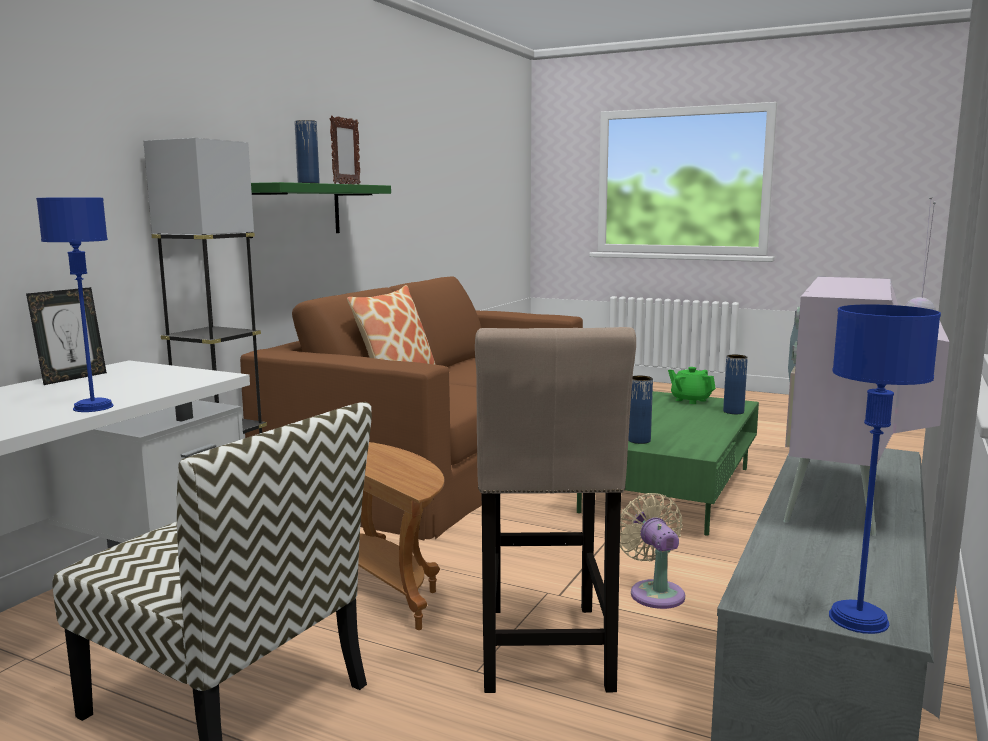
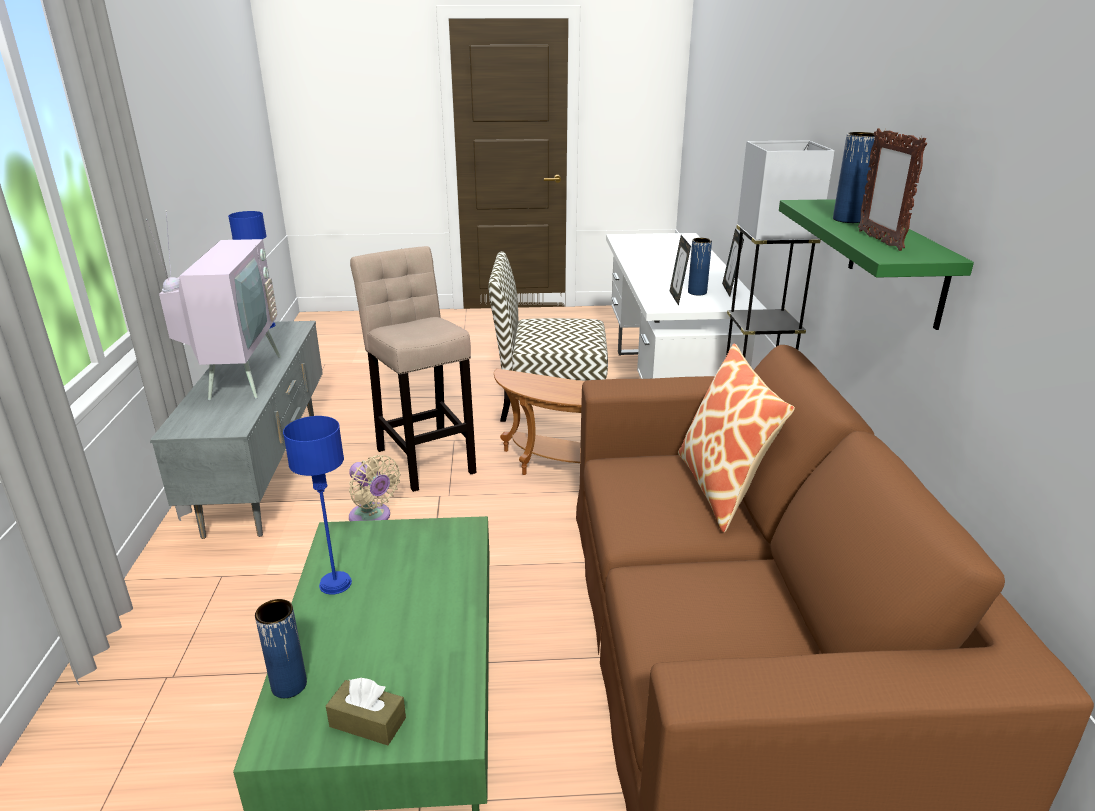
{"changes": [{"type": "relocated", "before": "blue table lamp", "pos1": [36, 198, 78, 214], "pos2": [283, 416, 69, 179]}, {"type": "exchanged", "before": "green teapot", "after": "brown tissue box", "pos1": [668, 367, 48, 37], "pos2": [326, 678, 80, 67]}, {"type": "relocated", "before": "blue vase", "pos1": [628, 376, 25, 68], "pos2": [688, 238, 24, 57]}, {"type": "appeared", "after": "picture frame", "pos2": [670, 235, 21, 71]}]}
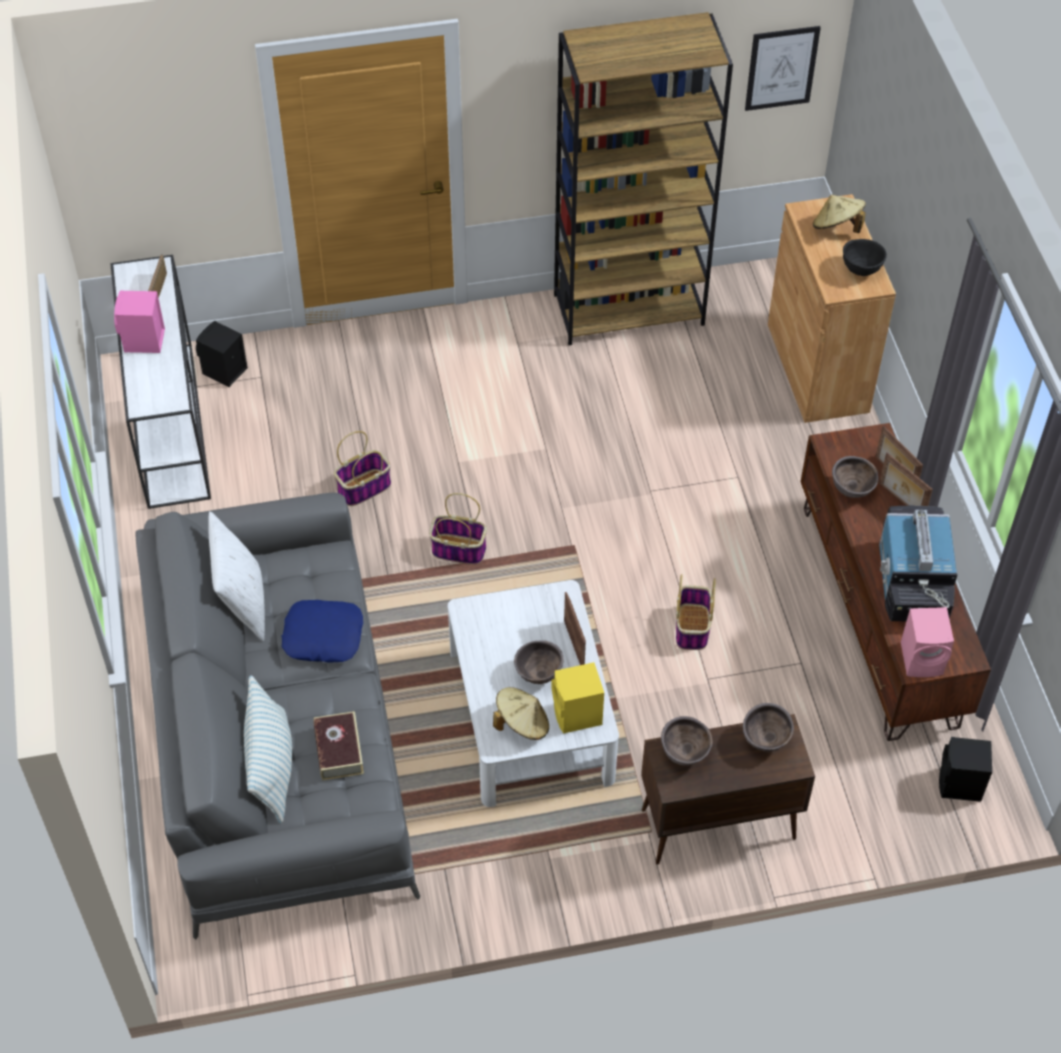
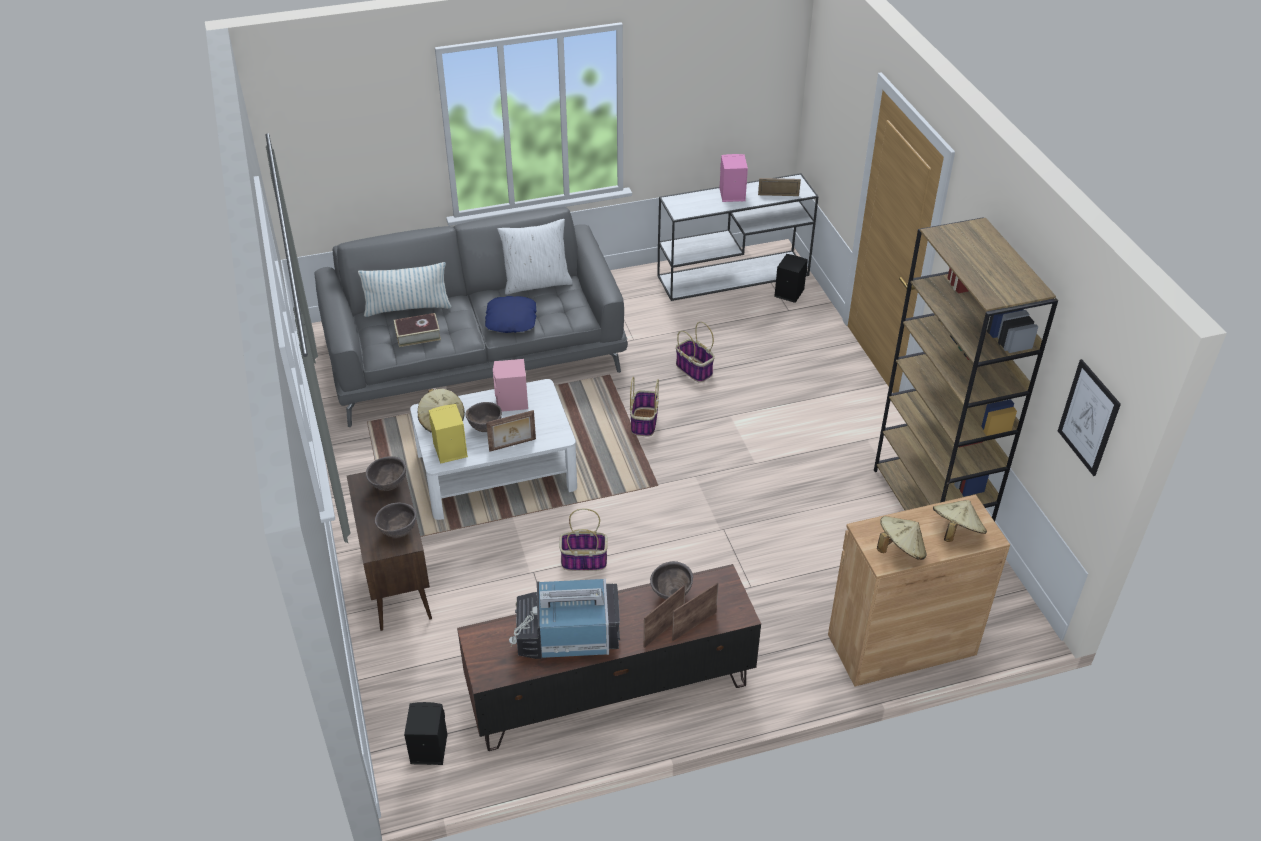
{"changes": [{"type": "exchanged", "before": "black bowl", "after": "beige hat", "pos1": [843, 239, 44, 37], "pos2": [877, 516, 50, 44]}, {"type": "relocated", "before": "pink speaker", "pos1": [901, 607, 53, 70], "pos2": [493, 359, 35, 53]}]}
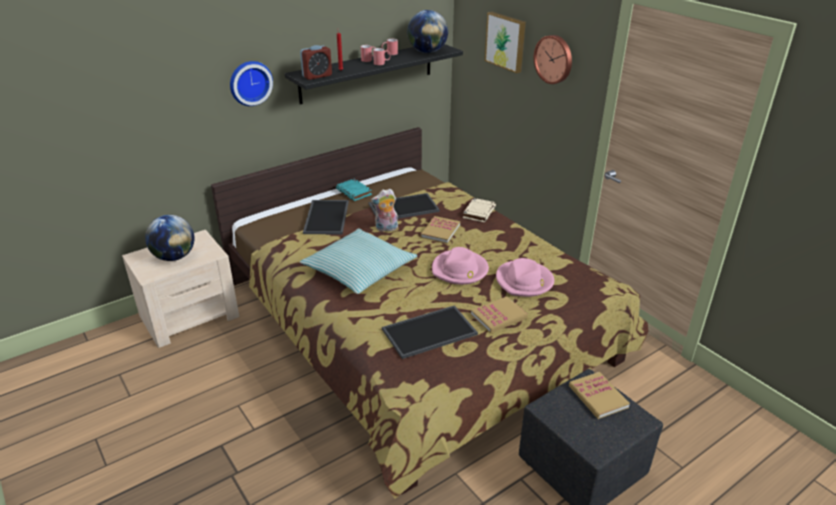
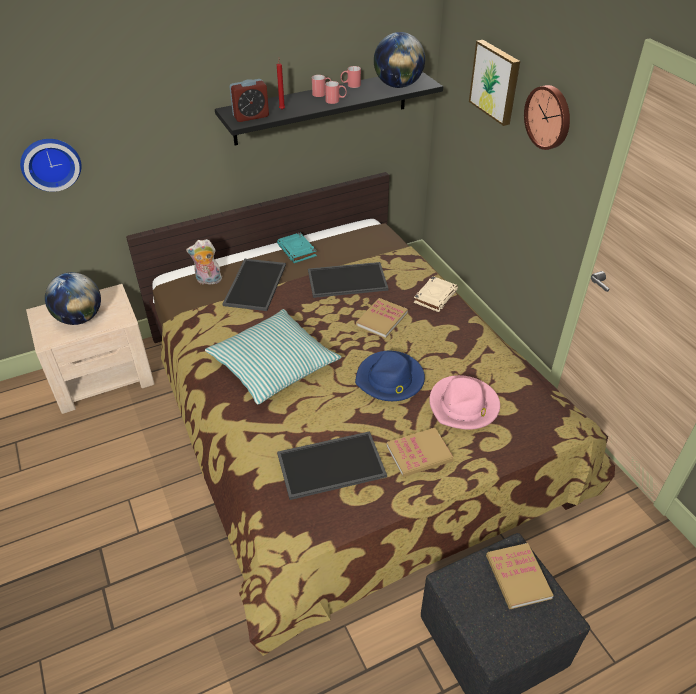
{"changes": [{"type": "relocated", "before": "wall clock", "pos1": [230, 61, 43, 45], "pos2": [20, 139, 61, 53]}, {"type": "relocated", "before": "plush toy", "pos1": [371, 189, 27, 43], "pos2": [186, 239, 36, 45]}, {"type": "colour", "before": "pink hat", "after": "blue hat", "pos1": [432, 247, 57, 38], "pos2": [355, 351, 70, 50]}]}
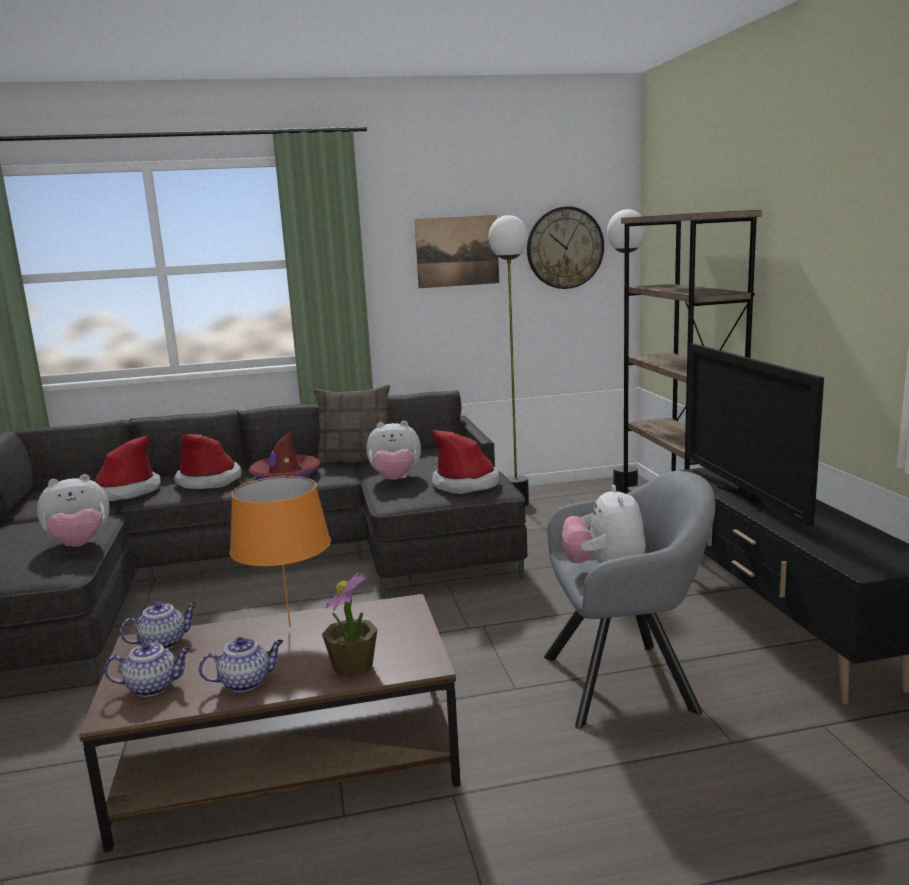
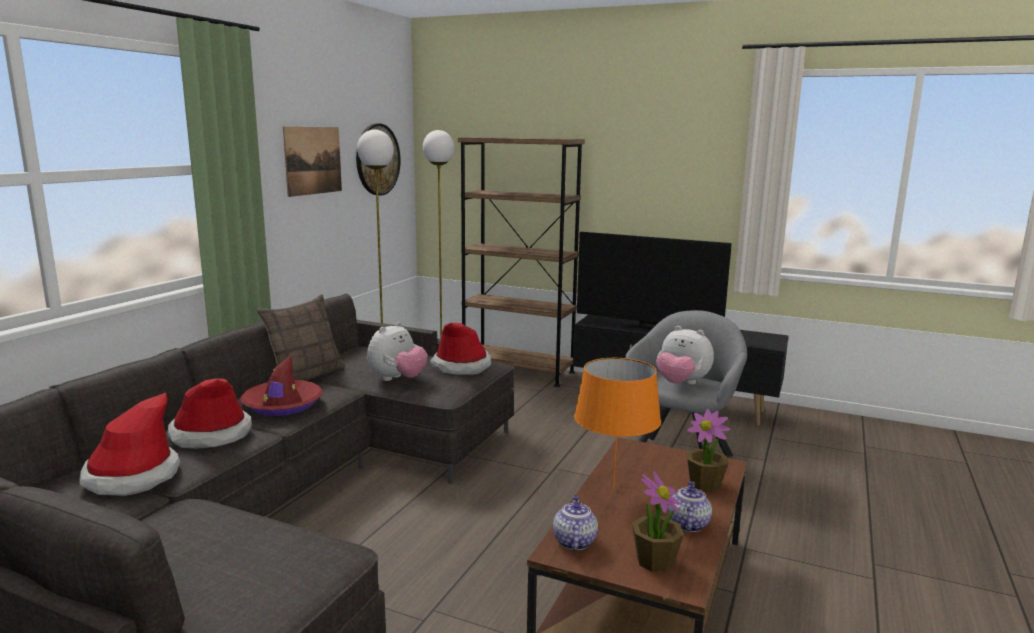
{"changes": [{"type": "missing", "before": "plush toy", "pos1": [37, 474, 73, 73]}, {"type": "exchanged", "before": "teapot", "after": "potted plant", "pos1": [104, 642, 87, 55], "pos2": [632, 471, 52, 101]}]}
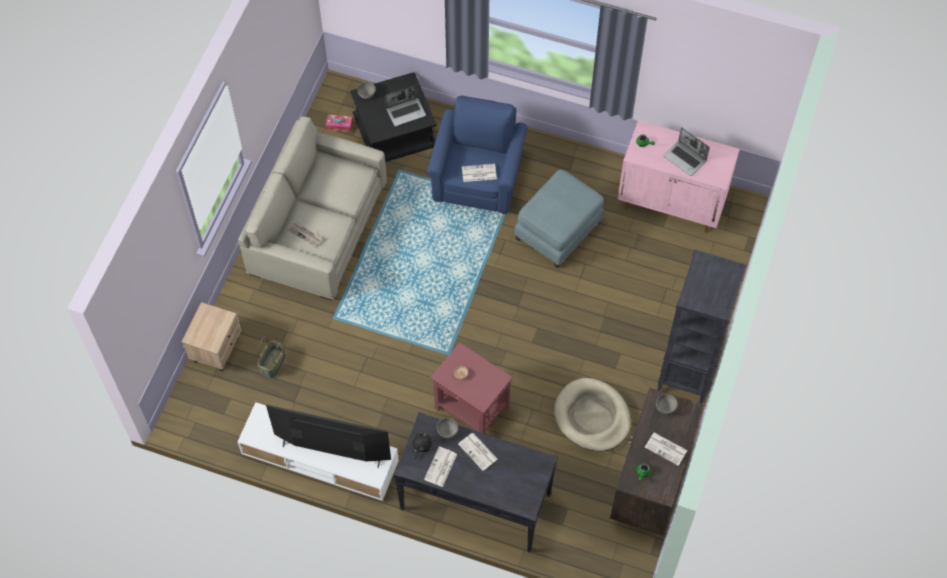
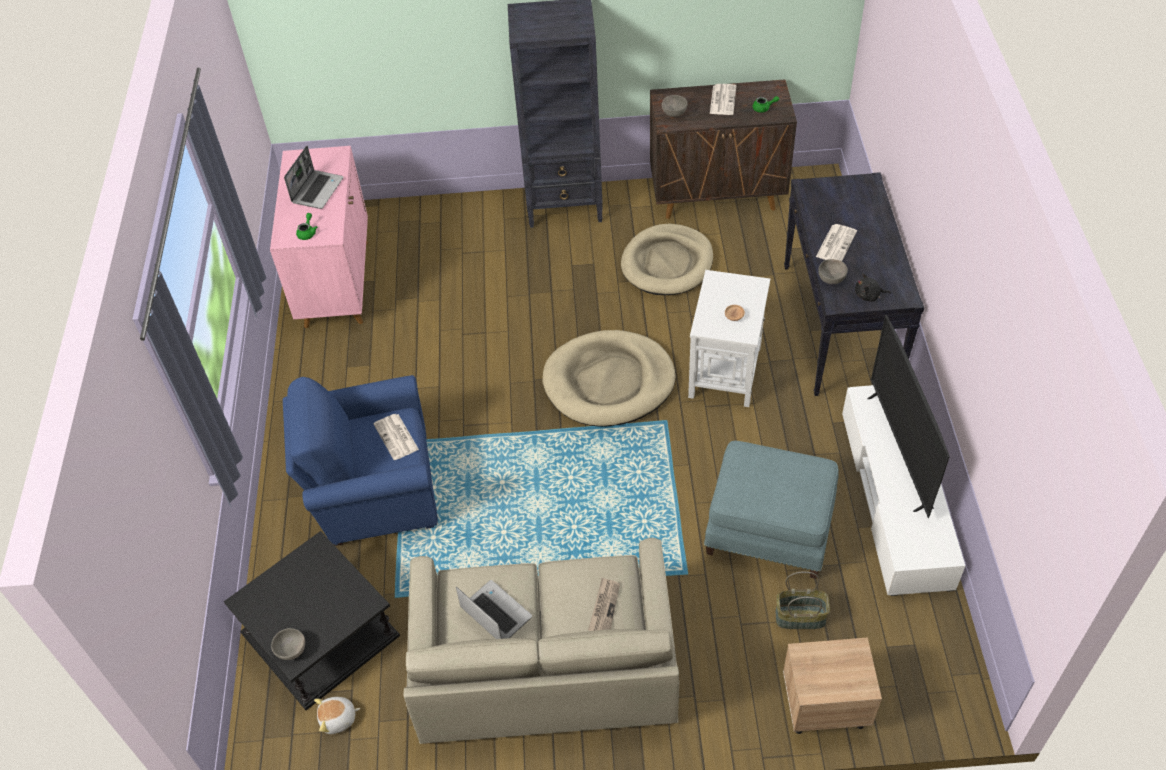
{"changes": [{"type": "relocated", "before": "laptop", "pos1": [385, 85, 41, 41], "pos2": [456, 580, 76, 59]}, {"type": "exchanged", "before": "tissue box", "after": "plush toy", "pos1": [326, 114, 27, 18], "pos2": [314, 697, 46, 37]}, {"type": "relocated", "before": "blue ottoman", "pos1": [514, 170, 90, 99], "pos2": [704, 441, 135, 138]}, {"type": "colour", "before": "red side table", "after": "white side table", "pos1": [431, 342, 82, 92], "pos2": [688, 270, 82, 137]}, {"type": "missing", "before": "newspaper", "pos1": [424, 447, 33, 40]}, {"type": "appeared", "after": "beige dog bed", "pos2": [543, 330, 133, 97]}]}
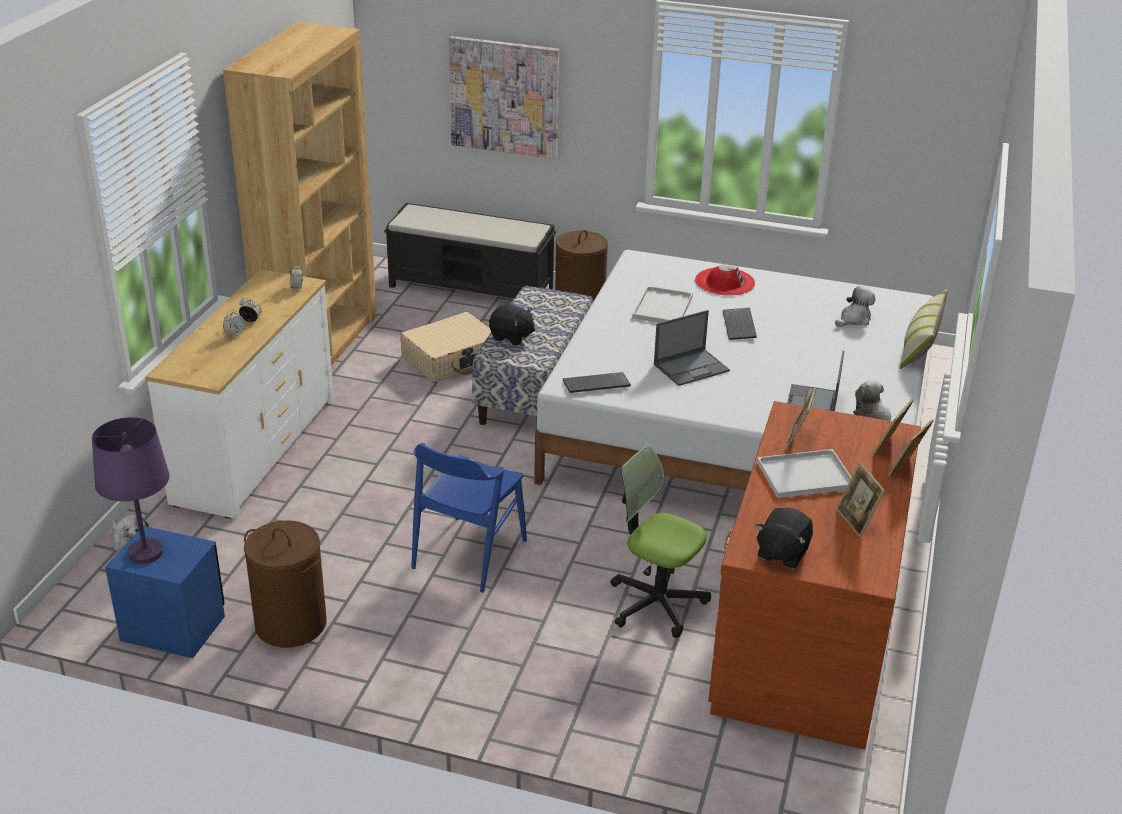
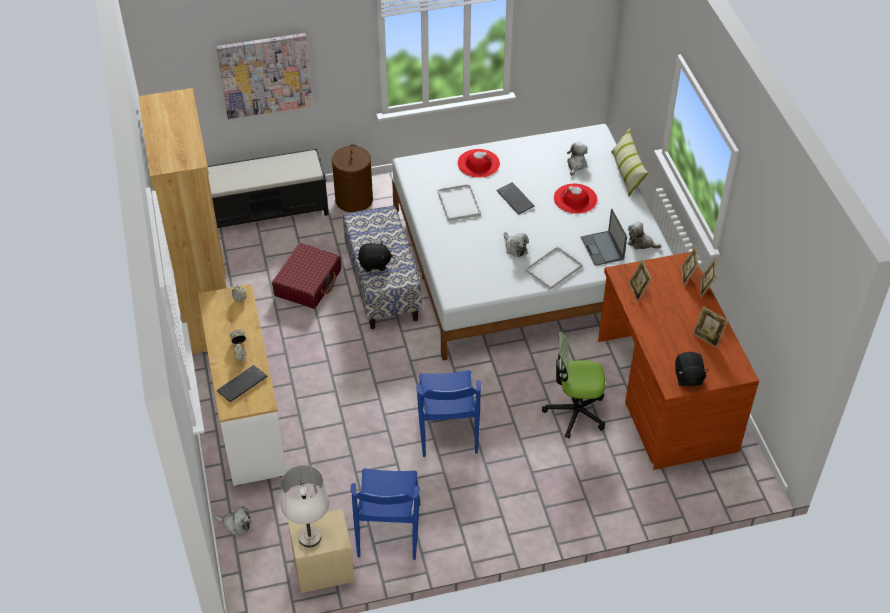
{"changes": [{"type": "exchanged", "before": "laptop", "after": "plush toy", "pos1": [654, 310, 76, 76], "pos2": [504, 232, 25, 25]}, {"type": "colour", "before": "beige suitcase", "after": "red suitcase", "pos1": [400, 312, 91, 71], "pos2": [272, 243, 69, 66]}, {"type": "relocated", "before": "keyboard", "pos1": [563, 372, 68, 21], "pos2": [217, 365, 50, 37]}, {"type": "colour", "before": "purple table lamp", "after": "white table lamp", "pos1": [92, 417, 78, 147], "pos2": [281, 465, 48, 82]}, {"type": "relocated", "before": "white tray", "pos1": [757, 449, 95, 49], "pos2": [525, 246, 58, 44]}, {"type": "exchanged", "before": "brown laundry basket", "after": "blue chair", "pos1": [244, 521, 83, 127], "pos2": [350, 468, 70, 92]}, {"type": "colour", "before": "blue nightstand", "after": "beige nightstand", "pos1": [105, 526, 120, 132], "pos2": [288, 509, 67, 84]}, {"type": "appeared", "after": "red hat", "pos2": [554, 184, 43, 30]}]}
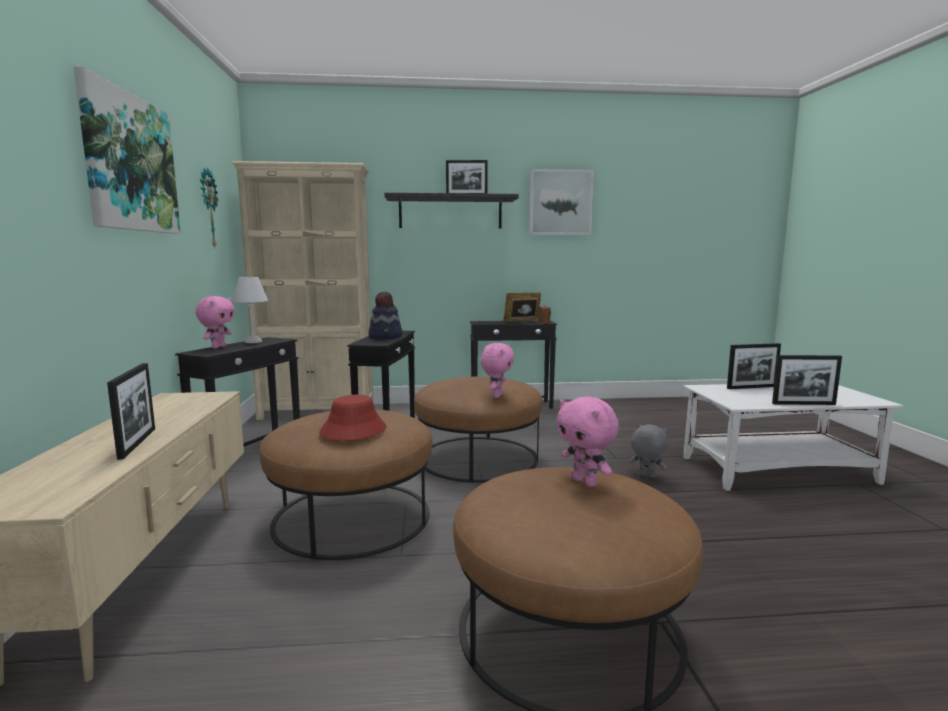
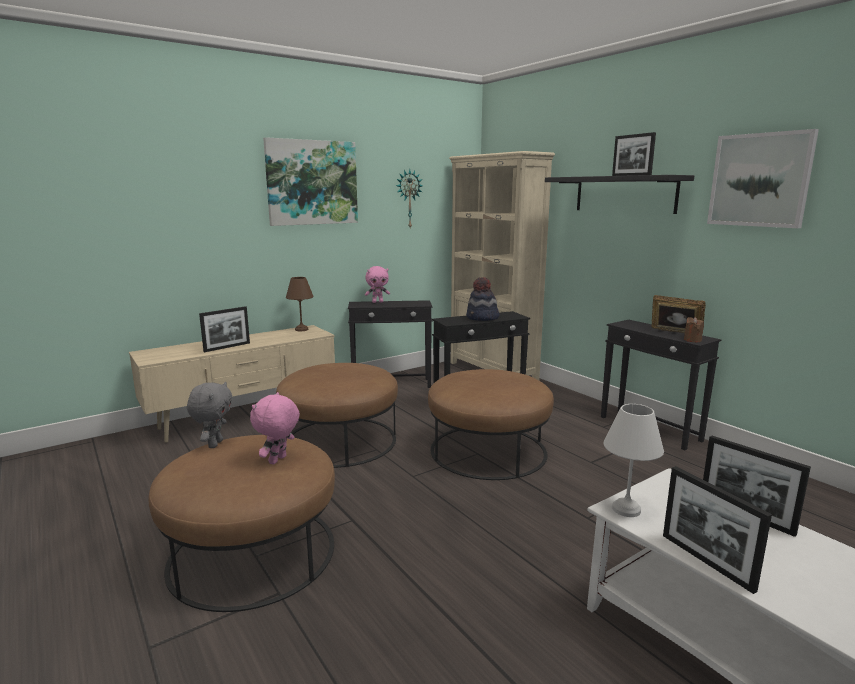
{"changes": [{"type": "relocated", "before": "white table lamp", "pos1": [232, 277, 36, 66], "pos2": [603, 404, 61, 113]}, {"type": "missing", "before": "pink plush toy", "pos1": [481, 343, 34, 55]}, {"type": "missing", "before": "red hat", "pos1": [319, 395, 67, 45]}, {"type": "relocated", "before": "grey plush toy", "pos1": [629, 424, 39, 54], "pos2": [187, 382, 45, 66]}, {"type": "appeared", "after": "brown table lamp", "pos2": [286, 277, 28, 54]}]}
